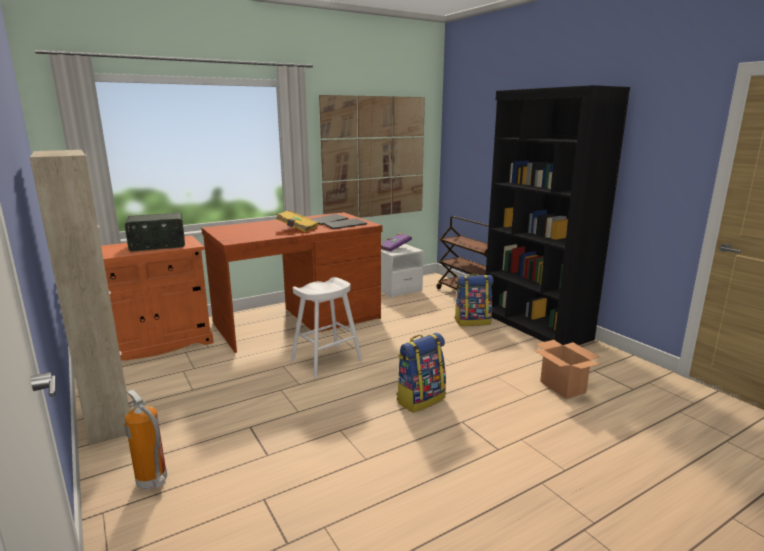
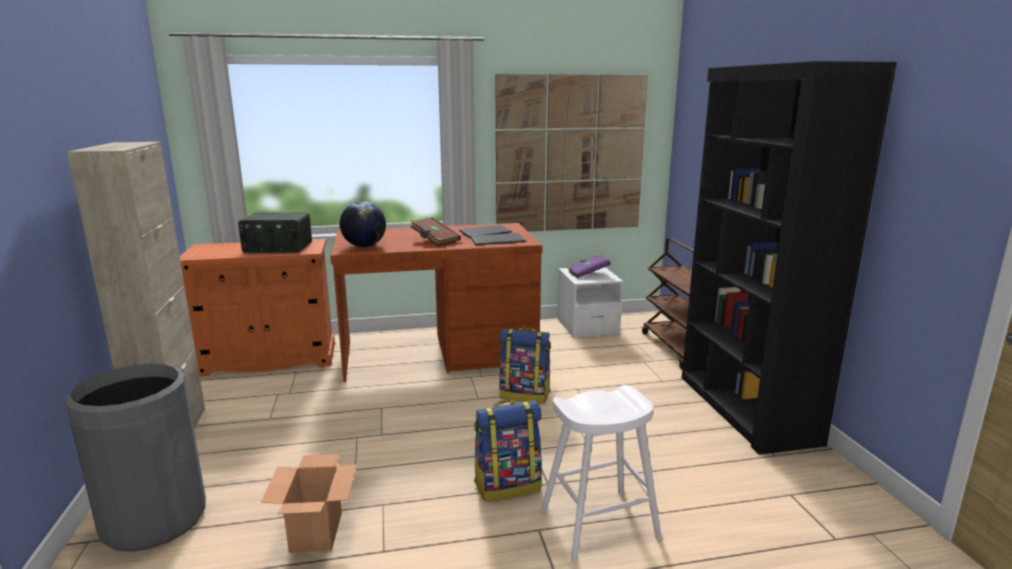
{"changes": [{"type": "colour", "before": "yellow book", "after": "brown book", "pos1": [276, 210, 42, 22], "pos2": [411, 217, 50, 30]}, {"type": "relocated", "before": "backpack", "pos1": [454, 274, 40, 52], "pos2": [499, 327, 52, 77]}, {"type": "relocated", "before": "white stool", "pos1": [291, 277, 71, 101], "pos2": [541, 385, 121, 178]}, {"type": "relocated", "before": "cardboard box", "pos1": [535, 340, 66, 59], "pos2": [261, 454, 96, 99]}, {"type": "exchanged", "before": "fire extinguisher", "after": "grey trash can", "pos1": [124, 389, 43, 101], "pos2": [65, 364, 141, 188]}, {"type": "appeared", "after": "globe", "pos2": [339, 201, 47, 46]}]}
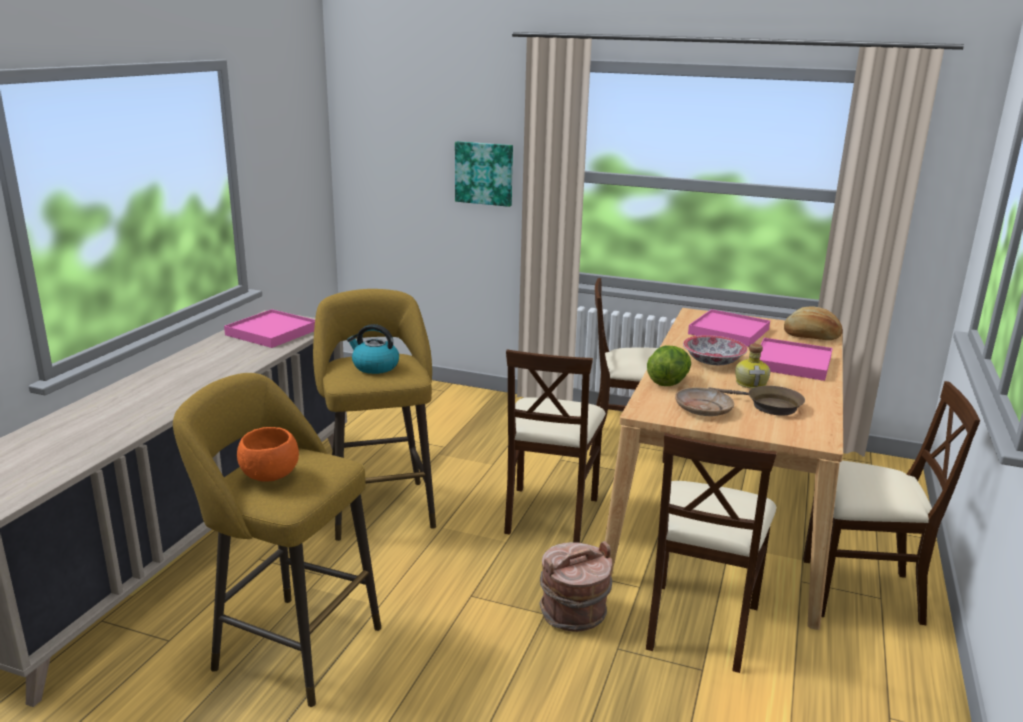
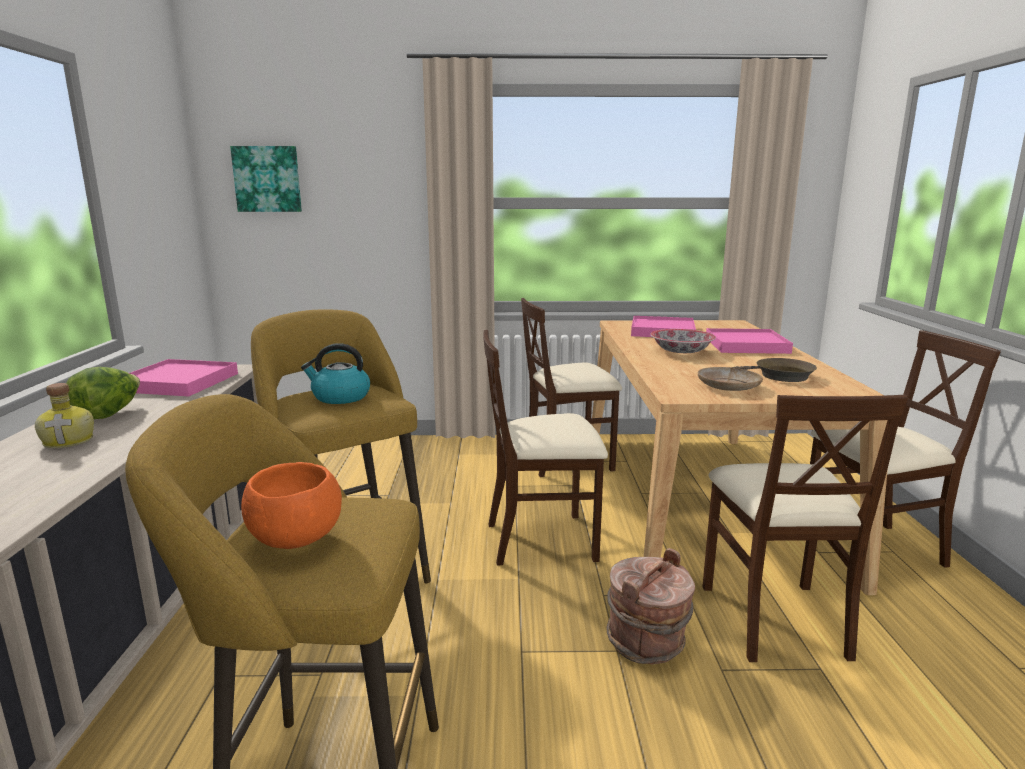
{"changes": [{"type": "relocated", "before": "picture", "pos1": [455, 141, 58, 66], "pos2": [230, 146, 72, 66]}, {"type": "missing", "before": "bread", "pos1": [784, 306, 59, 34]}, {"type": "relocated", "before": "bottle", "pos1": [735, 344, 35, 44], "pos2": [35, 383, 59, 65]}, {"type": "relocated", "before": "lettuce", "pos1": [647, 345, 44, 41], "pos2": [66, 367, 74, 52]}, {"type": "spun", "before": "beige chair", "pos1": [504, 349, 102, 194], "pos2": [483, 330, 125, 236], "turn": 90}]}
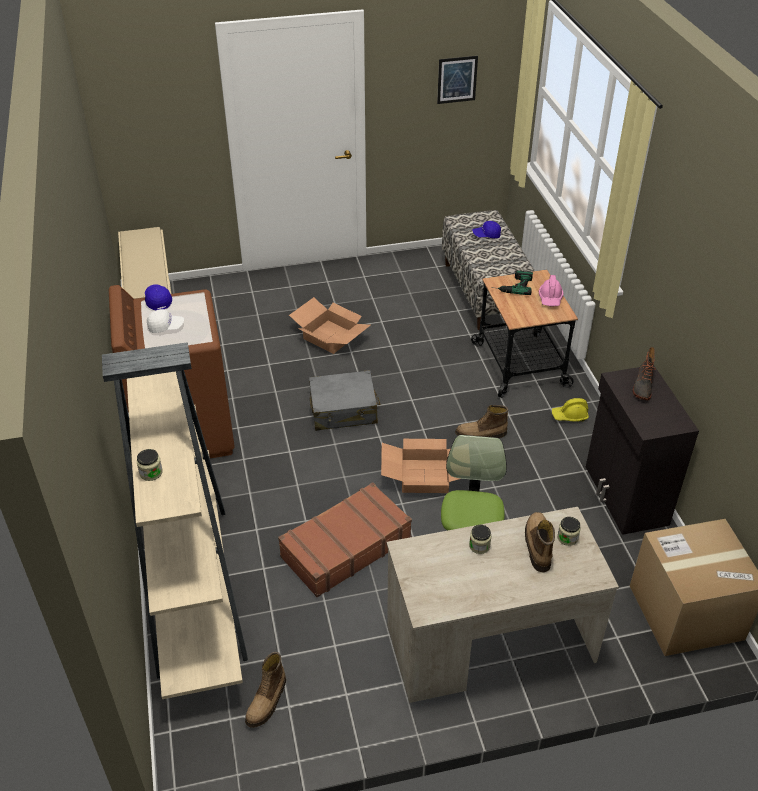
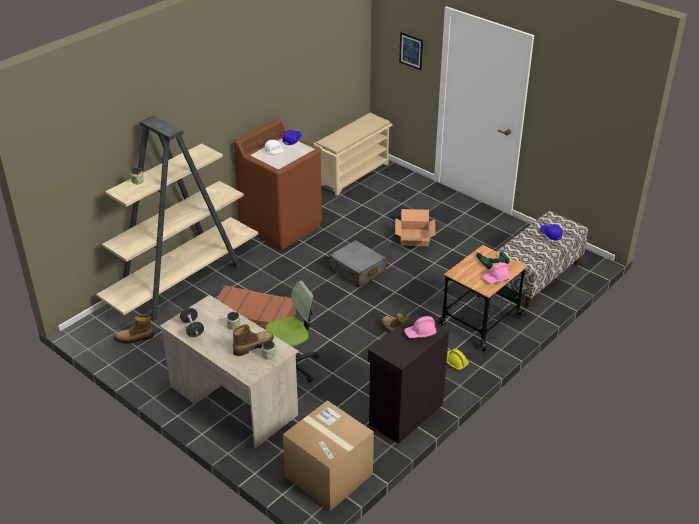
{"changes": [{"type": "relocated", "before": "picture", "pos1": [437, 56, 41, 48], "pos2": [399, 32, 24, 38]}, {"type": "exchanged", "before": "boot", "after": "pink hard hat", "pos1": [632, 347, 24, 53], "pos2": [404, 316, 33, 22]}, {"type": "missing", "before": "cardboard box", "pos1": [381, 439, 79, 54]}, {"type": "appeared", "after": "black dumbbell", "pos2": [180, 308, 24, 29]}]}
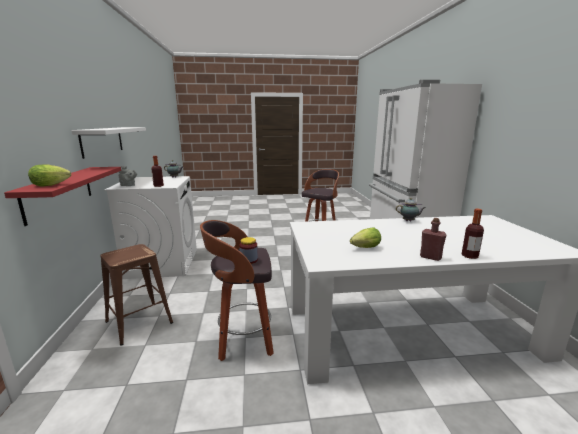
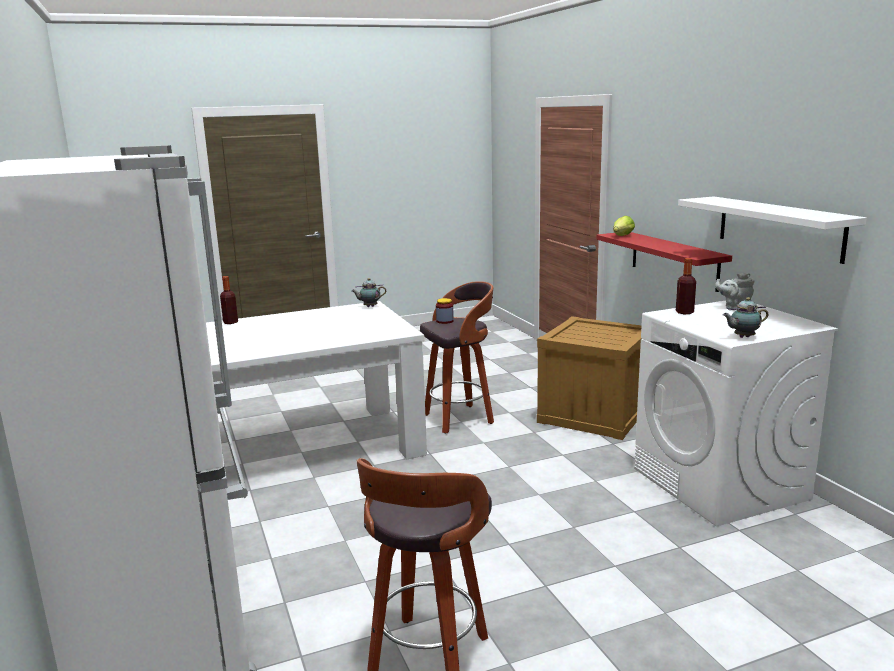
{"changes": [{"type": "relocated", "before": "teapot", "pos1": [396, 198, 29, 23], "pos2": [351, 278, 35, 29]}, {"type": "missing", "before": "red bottle", "pos1": [420, 218, 27, 43]}, {"type": "missing", "before": "lettuce", "pos1": [350, 228, 31, 20]}, {"type": "exchanged", "before": "brown stool", "after": "crate", "pos1": [100, 244, 73, 102], "pos2": [537, 316, 105, 124]}]}
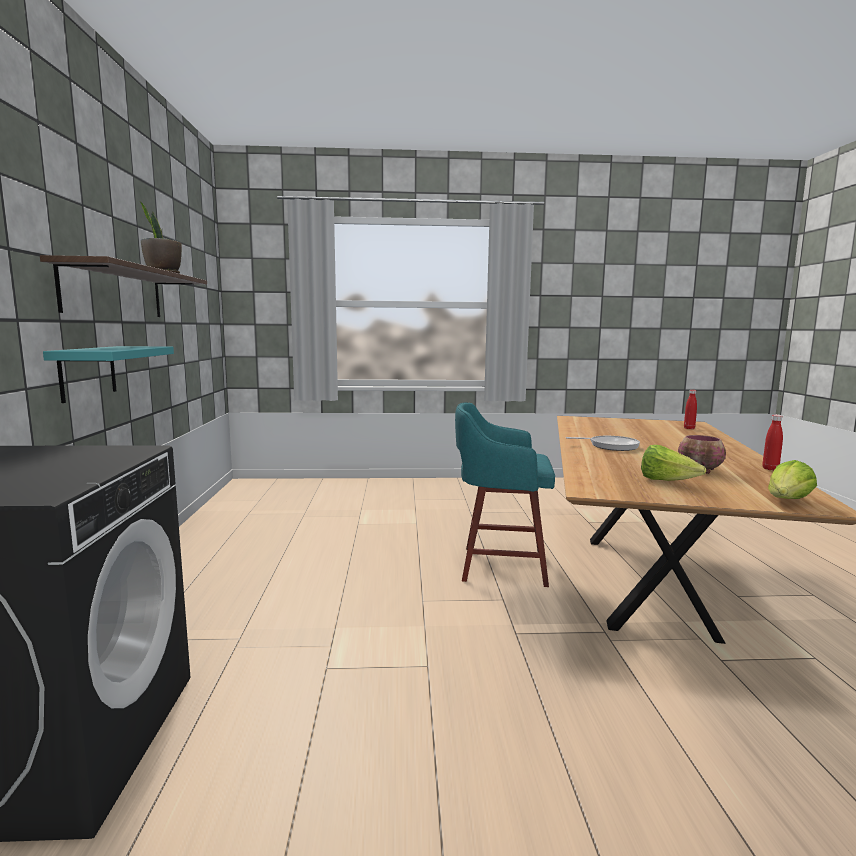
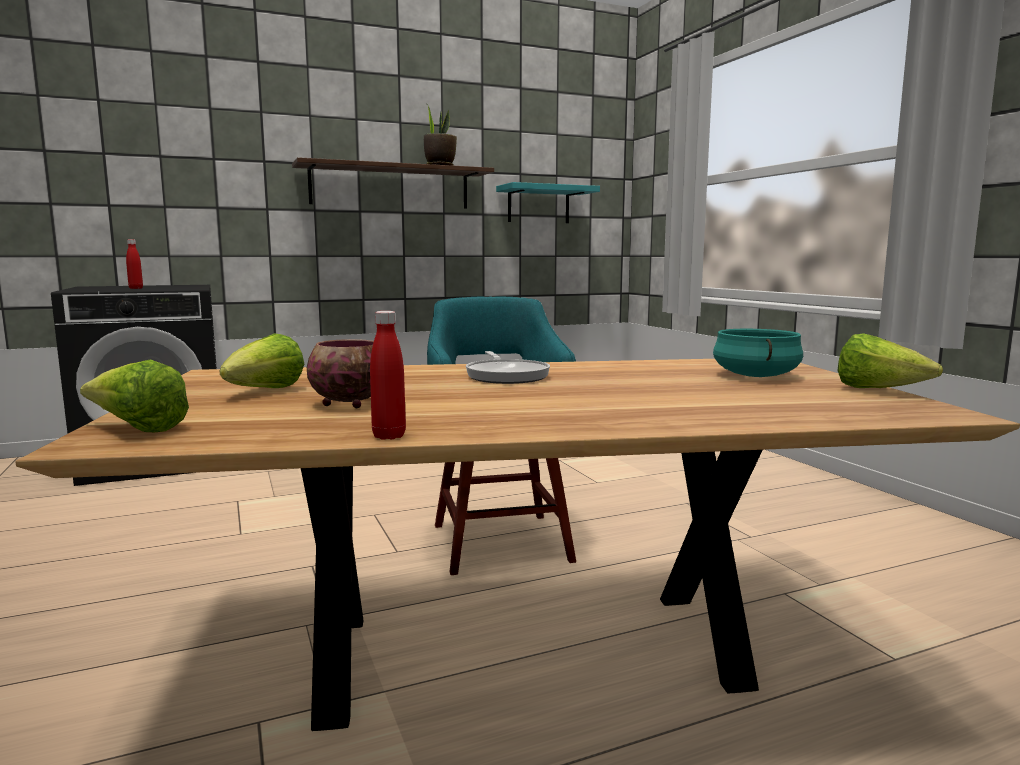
{"changes": [{"type": "relocated", "before": "turquoise shelf", "pos1": [43, 346, 131, 57], "pos2": [496, 182, 104, 41]}, {"type": "relocated", "before": "red bottle", "pos1": [684, 390, 13, 39], "pos2": [126, 239, 17, 50]}, {"type": "appeared", "after": "turquoise cooking pot", "pos2": [713, 329, 90, 48]}, {"type": "appeared", "after": "lettuce", "pos2": [837, 333, 106, 55]}]}
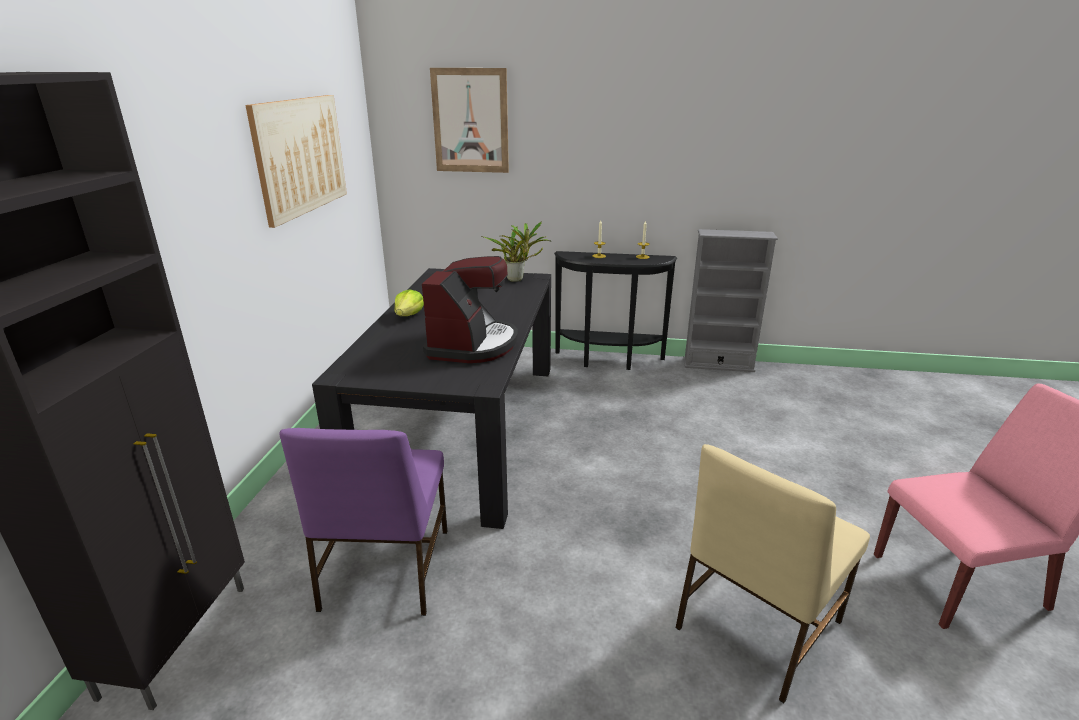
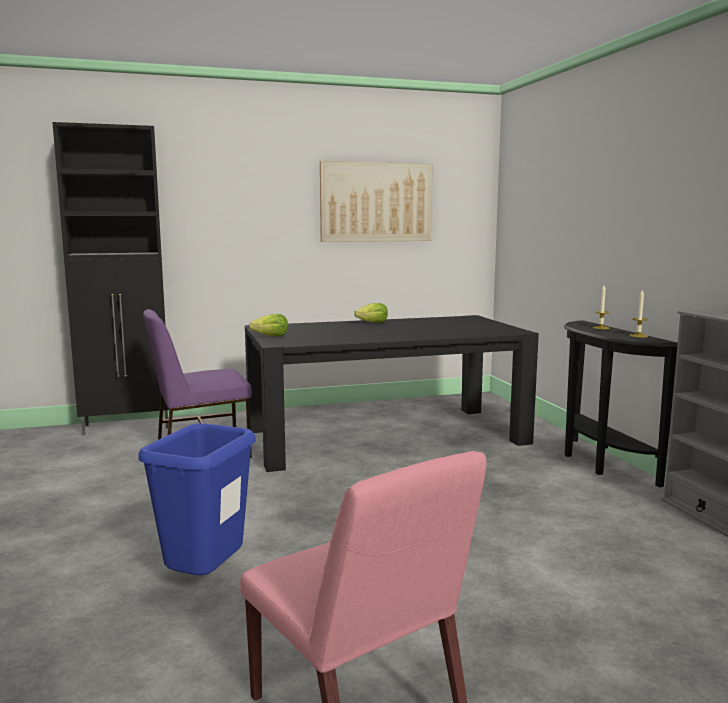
{"changes": [{"type": "missing", "before": "picture", "pos1": [430, 68, 79, 105]}, {"type": "missing", "before": "potted plant", "pos1": [481, 221, 70, 61]}, {"type": "missing", "before": "coffee machine", "pos1": [422, 256, 96, 107]}, {"type": "exchanged", "before": "beige chair", "after": "blue trash can", "pos1": [675, 444, 195, 259], "pos2": [138, 423, 118, 152]}, {"type": "appeared", "after": "lettuce", "pos2": [249, 314, 39, 22]}]}
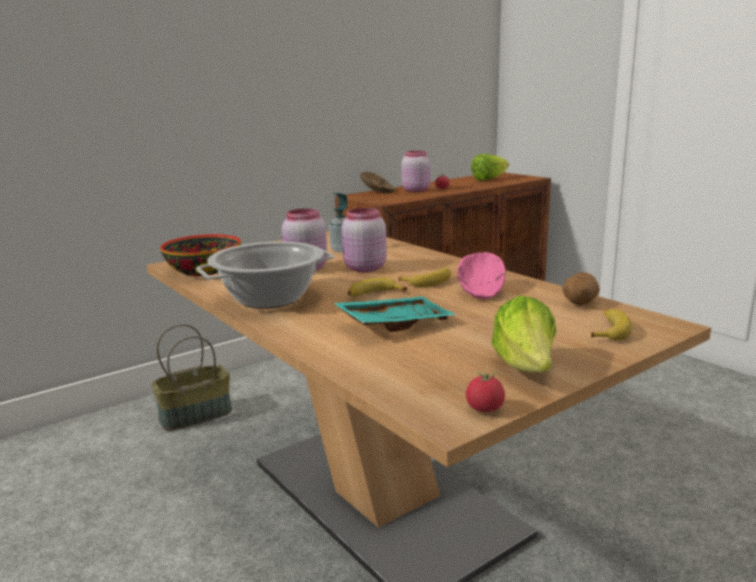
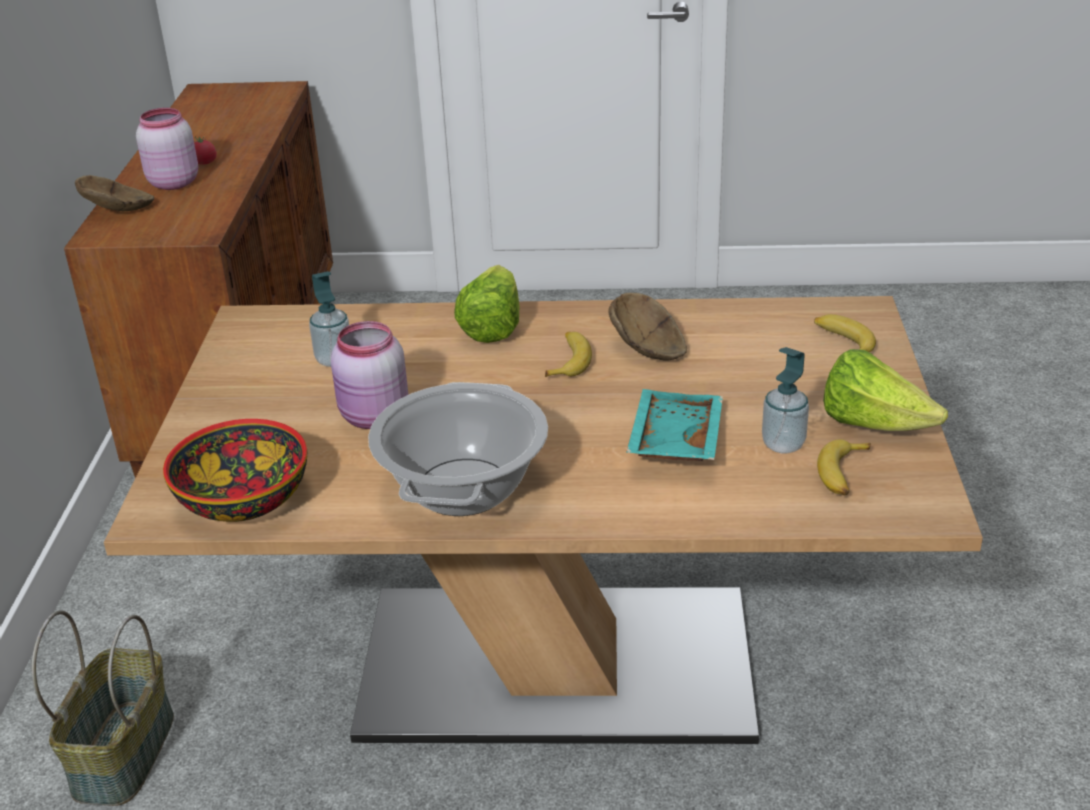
{"changes": [{"type": "relocated", "before": "lettuce", "pos1": [471, 154, 38, 27], "pos2": [454, 265, 66, 78]}, {"type": "missing", "before": "pink jar", "pos1": [342, 208, 45, 64]}, {"type": "colour", "before": "pink bowl", "after": "brown bowl", "pos1": [457, 252, 49, 47], "pos2": [608, 293, 79, 68]}, {"type": "missing", "before": "potato", "pos1": [562, 272, 38, 34]}, {"type": "relocated", "before": "banana", "pos1": [348, 278, 59, 18], "pos2": [817, 439, 53, 56]}, {"type": "missing", "before": "tomato", "pos1": [466, 372, 39, 40]}, {"type": "appeared", "after": "soap dispenser", "pos2": [762, 347, 47, 106]}]}
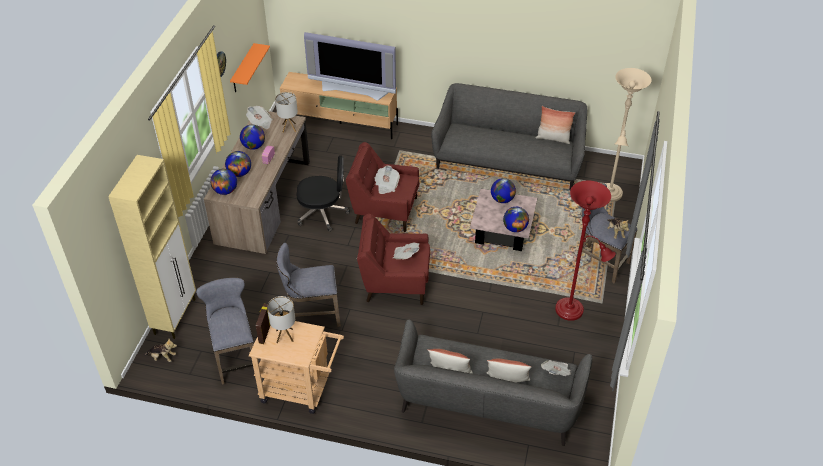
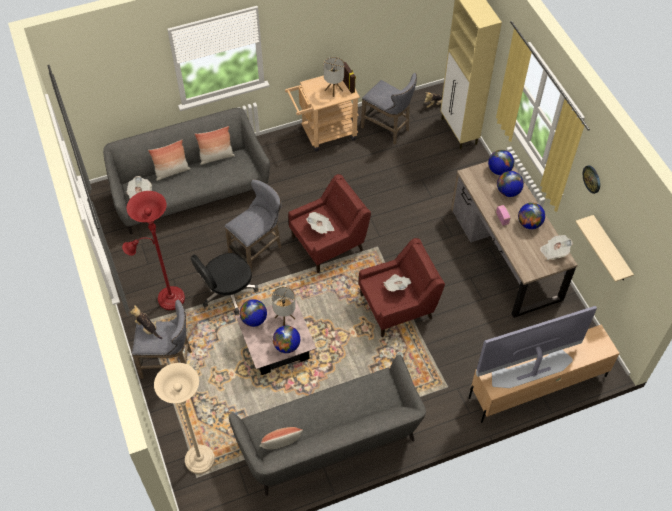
{"changes": [{"type": "colour", "before": "orange shelf", "after": "beige shelf", "pos1": [230, 43, 40, 50], "pos2": [575, 215, 59, 67]}, {"type": "relocated", "before": "table lamp", "pos1": [275, 92, 23, 41], "pos2": [272, 287, 24, 39]}, {"type": "relocated", "before": "black office chair", "pos1": [296, 155, 54, 77], "pos2": [191, 253, 68, 62]}, {"type": "relocated", "before": "grey stool", "pos1": [276, 243, 65, 84], "pos2": [225, 179, 57, 93]}]}
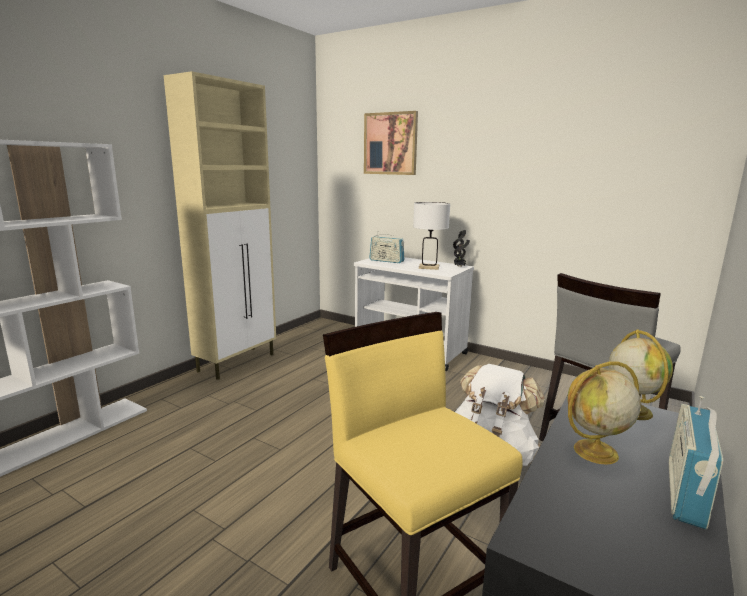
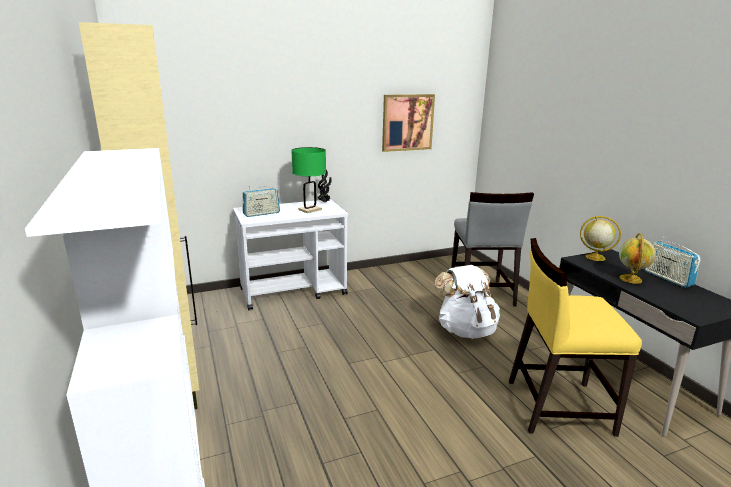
{"changes": [{"type": "relocated", "before": "picture", "pos1": [364, 111, 54, 64], "pos2": [382, 94, 53, 58]}, {"type": "colour", "before": "white table lamp", "after": "green table lamp", "pos1": [413, 202, 37, 68], "pos2": [291, 147, 35, 66]}]}
